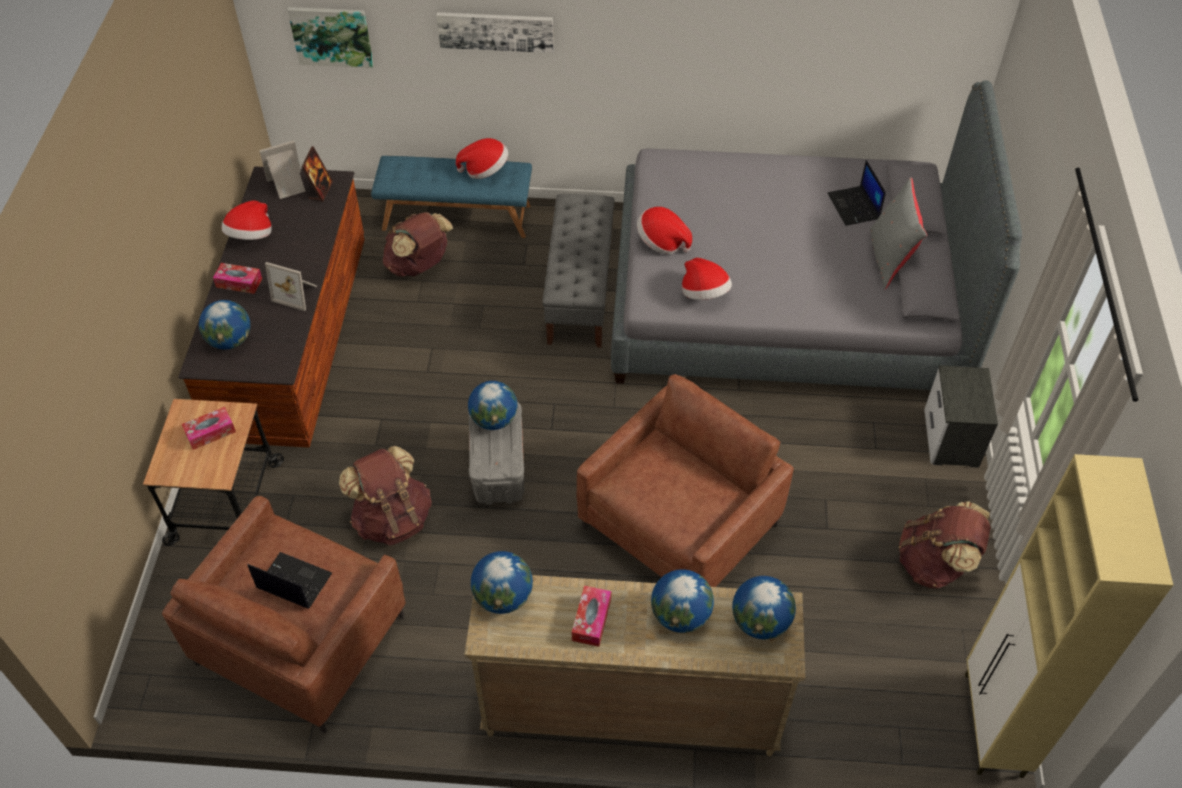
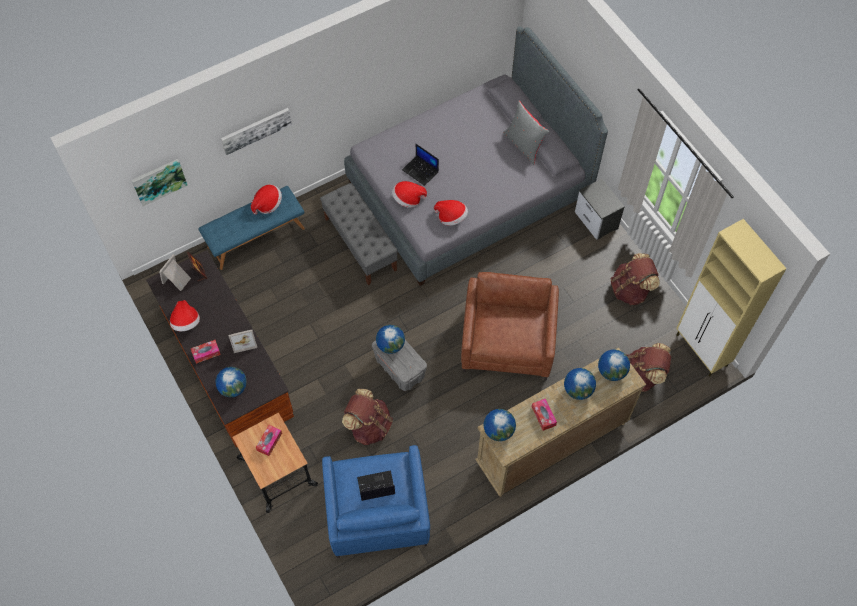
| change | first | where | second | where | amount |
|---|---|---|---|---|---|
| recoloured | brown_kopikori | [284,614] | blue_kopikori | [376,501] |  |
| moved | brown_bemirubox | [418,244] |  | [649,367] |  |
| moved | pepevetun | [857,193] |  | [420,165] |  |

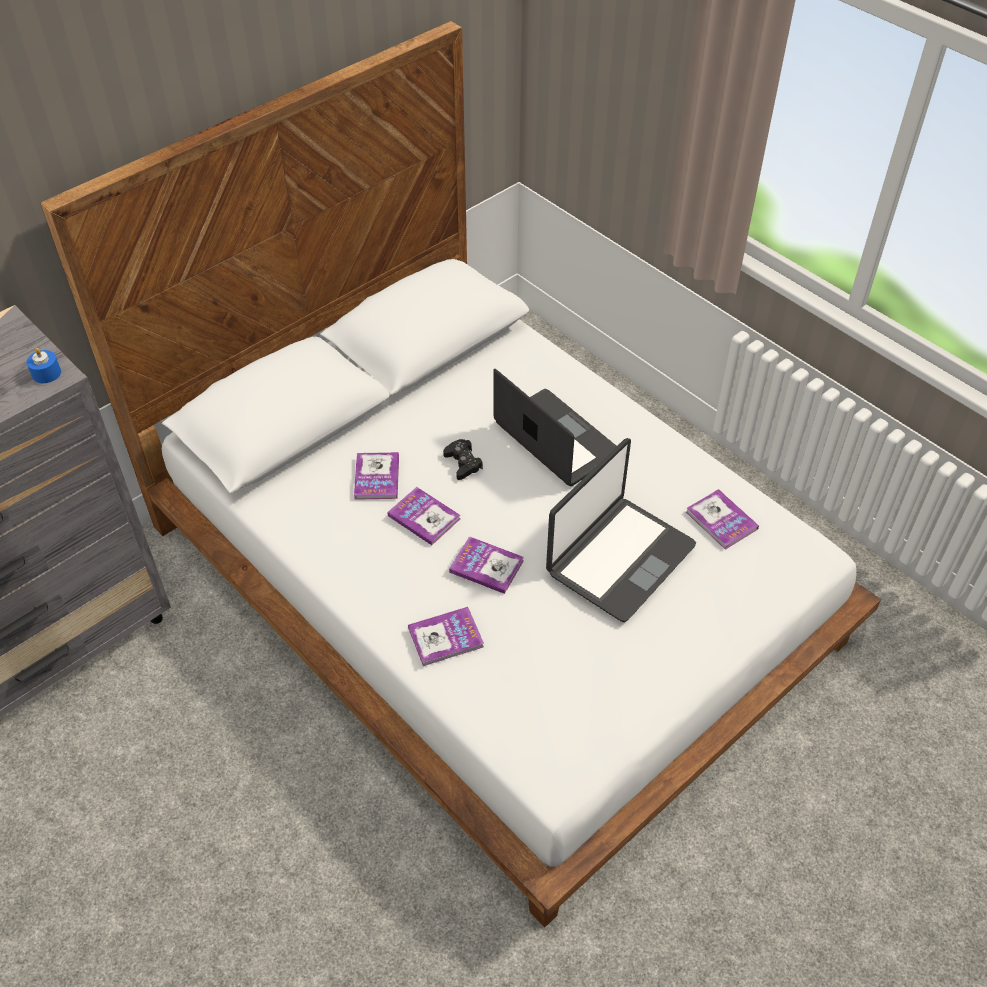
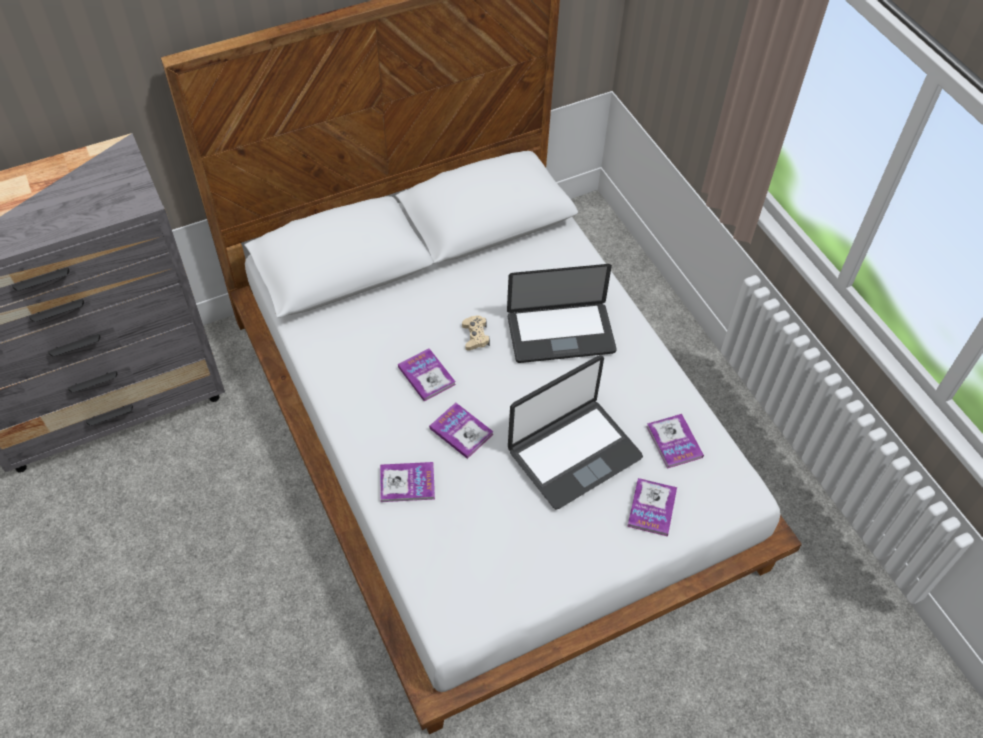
| change | first | where | second | where | amount |
|---|---|---|---|---|---|
| removed | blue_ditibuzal | [43,365] |  |  |  |
| moved | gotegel | [376,476] |  | [652,507] |  |
| recoloured | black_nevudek | [463,459] | beige_nevudek | [476,333] |  |
| turned | pepevetun | [555,427] |  | [562,313] | 105 degrees clockwise |

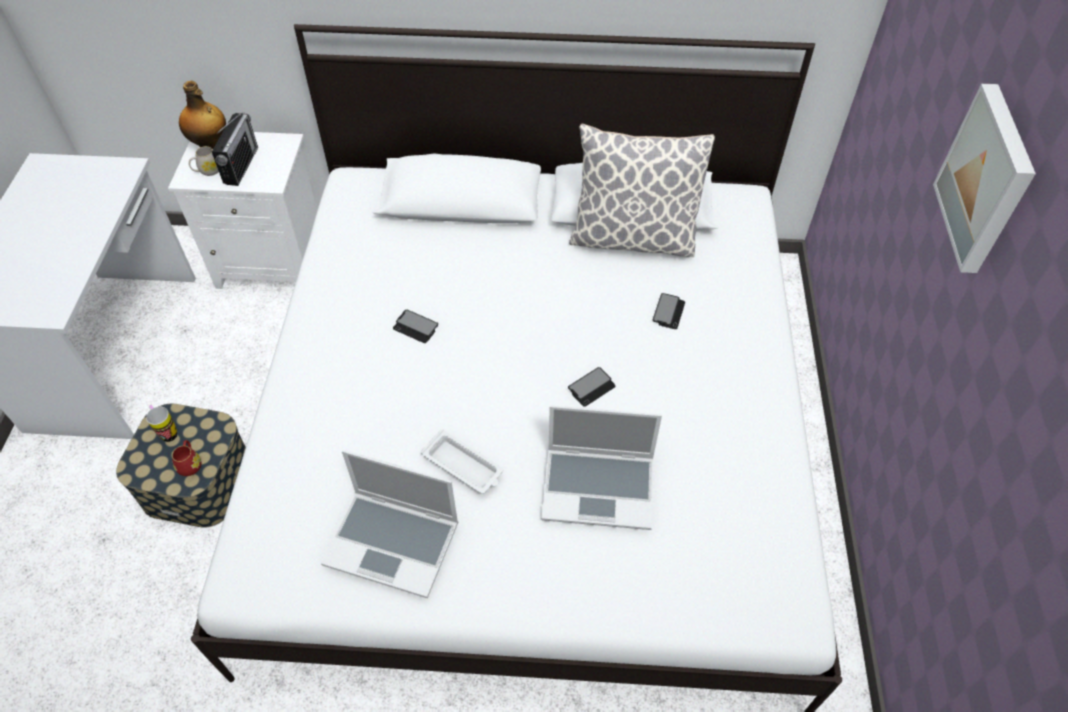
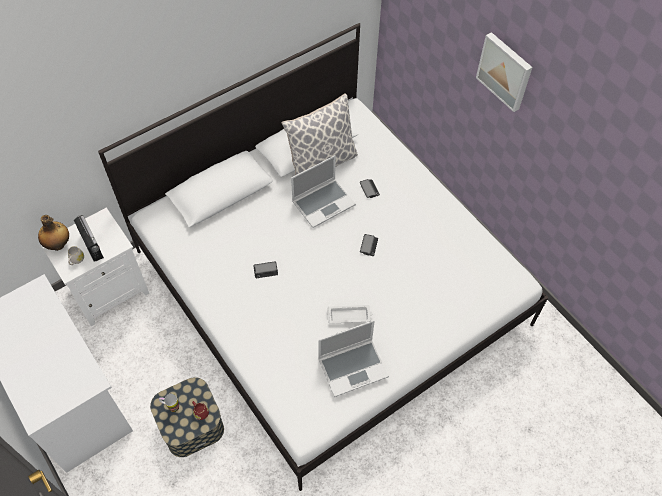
| change | first | where | second | where | amount |
|---|---|---|---|---|---|
| moved | pepevetun | [601,467] |  | [323,191] |  |

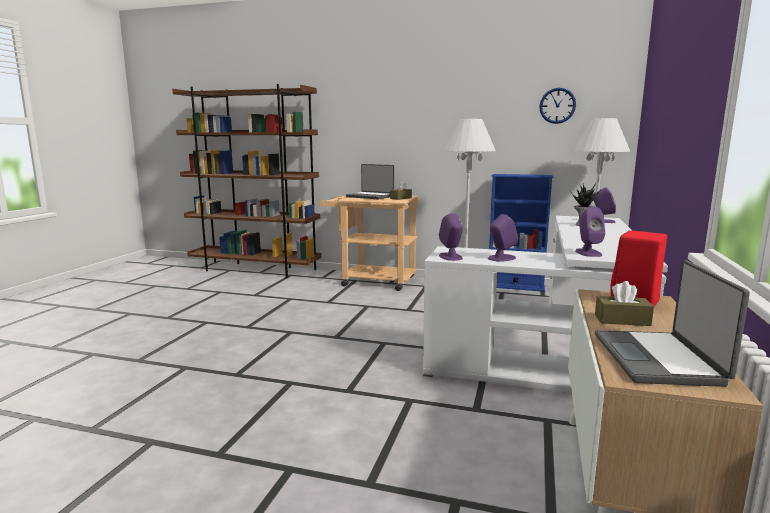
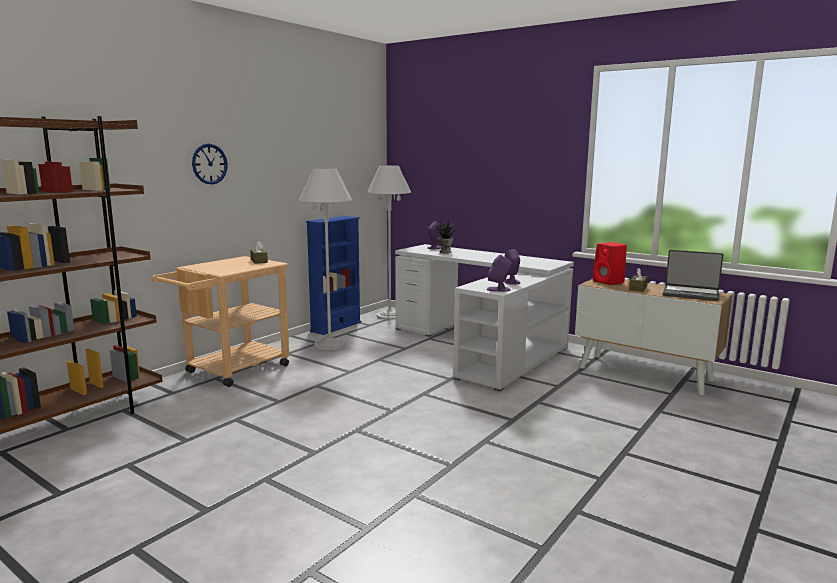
| change | first | where | second | where | amount |
|---|---|---|---|---|---|
| removed | pepevetun | [370,182] |  |  |  |
| moved | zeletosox | [557,106] |  | [210,164] |  |
| removed | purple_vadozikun | [590,231] |  |  |  |

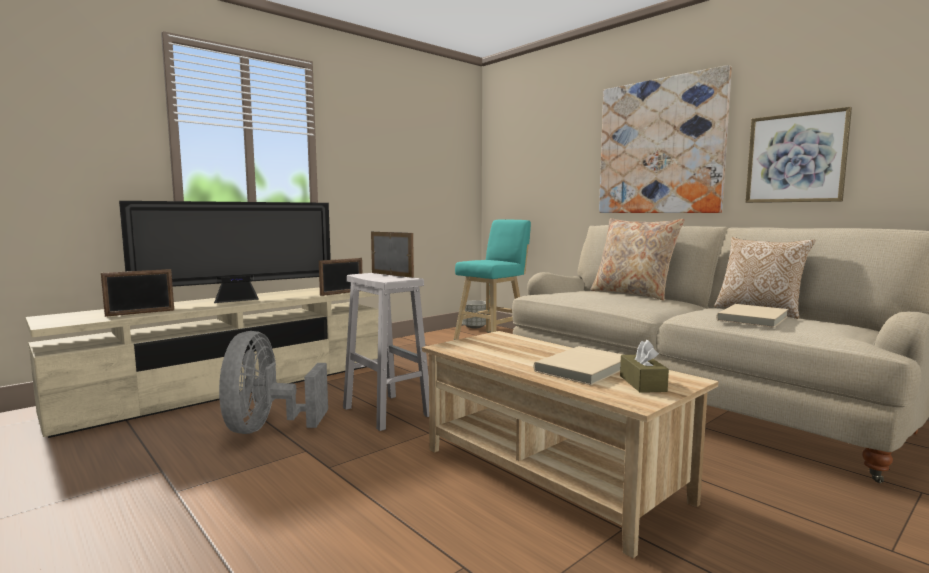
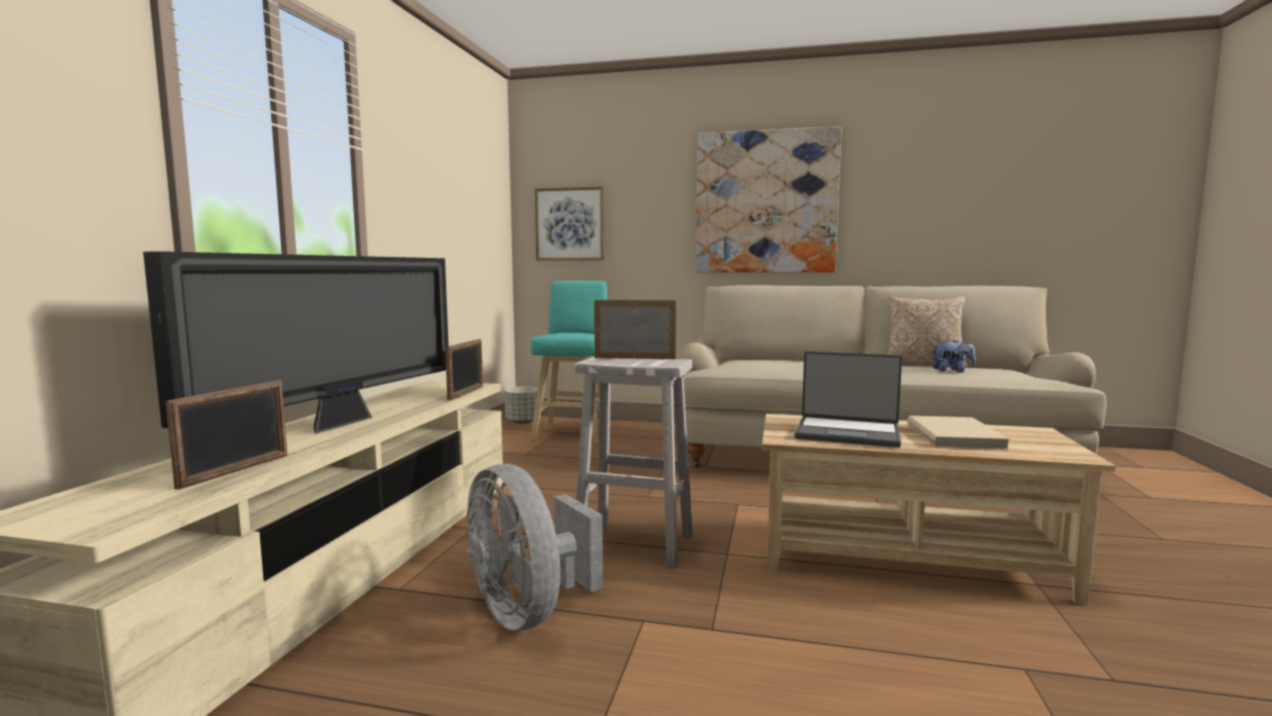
| change | first | where | second | where | amount |
|---|---|---|---|---|---|
| removed | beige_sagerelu | [637,259] |  |  |  |
| removed | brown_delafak | [644,366] |  |  |  |
| replaced | beige_gotegel | [752,316] | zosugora | [954,356] |  |
| moved | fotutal | [798,155] |  | [569,223] |  |
| added |  |  | pepevetun | [848,399] |  |

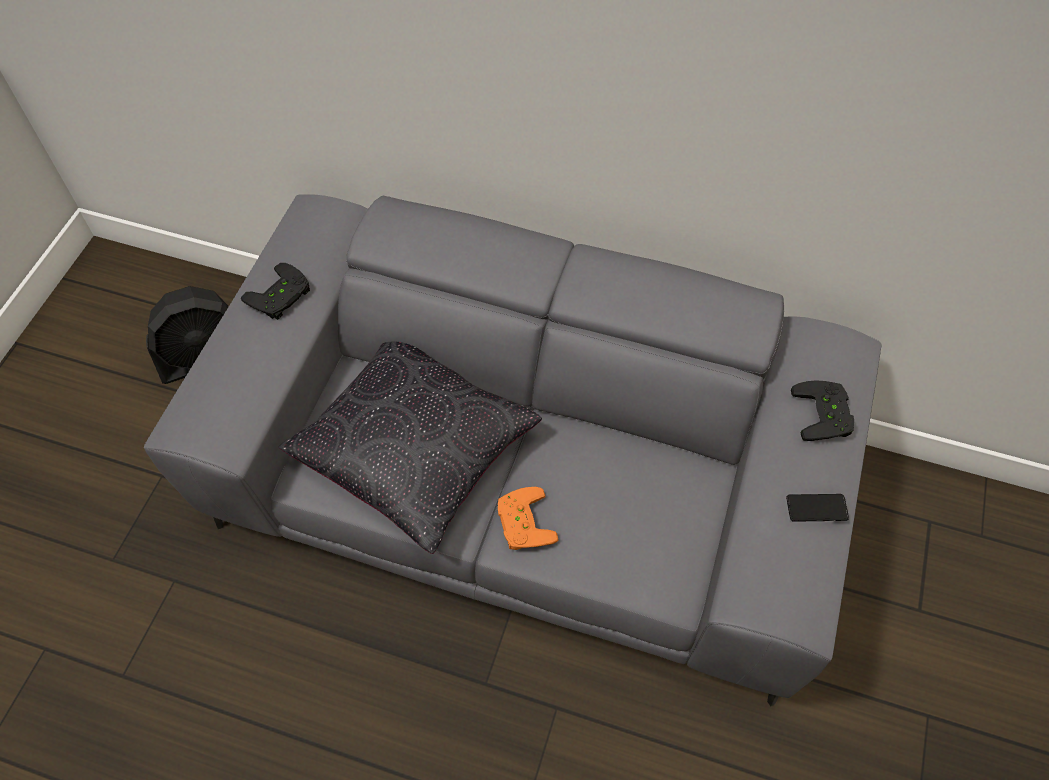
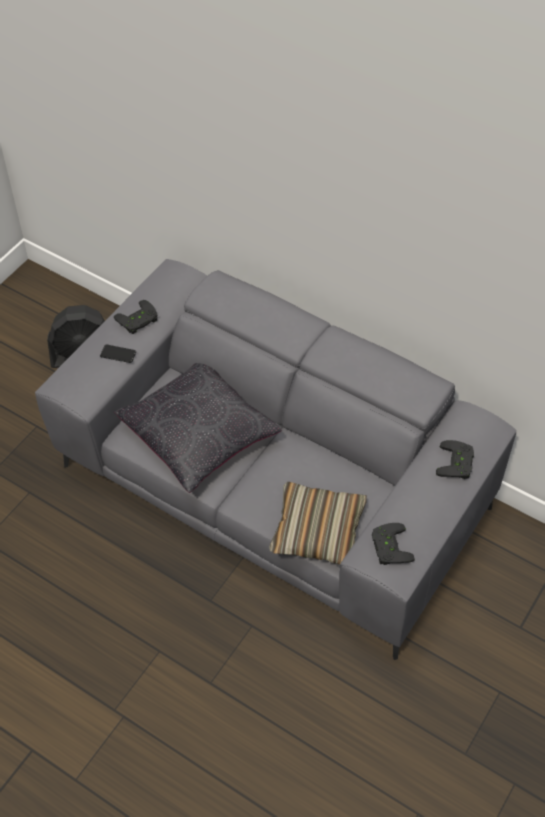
| change | first | where | second | where | amount |
|---|---|---|---|---|---|
| removed | orange_nevudek | [528,518] |  |  |  |
| moved | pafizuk | [817,508] |  | [118,353] |  |
| added |  |  | sagerelu | [318,523] |  |
| added |  |  | black_nevudek | [393,544] |  |

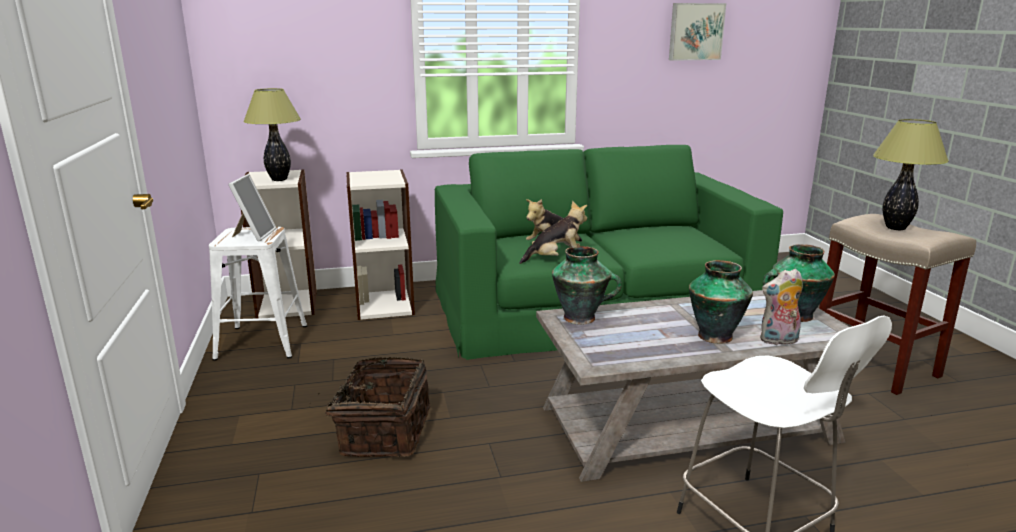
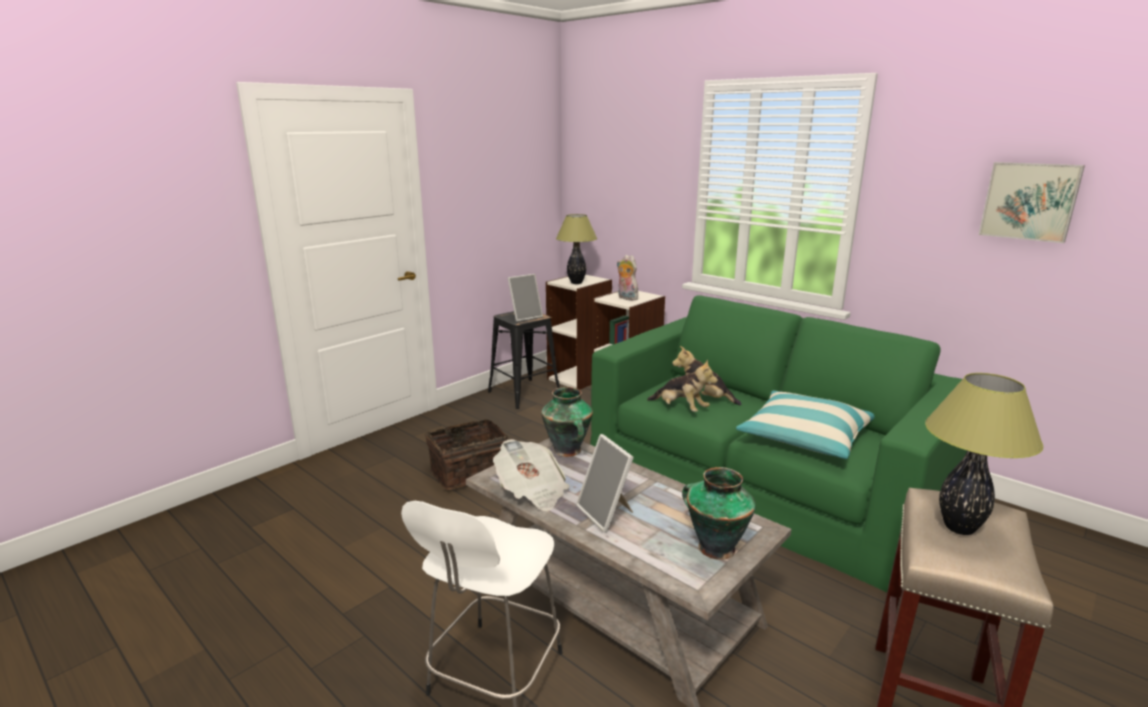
| change | first | where | second | where | amount |
|---|---|---|---|---|---|
| recoloured | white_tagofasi | [258,294] | black_tagofasi | [524,360] |  |
| replaced | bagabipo | [721,302] | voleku | [605,483] |  |
| moved | zosugora | [781,306] |  | [627,277] |  |
| added |  |  | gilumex | [531,475] |  |
| added |  |  | sagerelu | [805,424] |  |

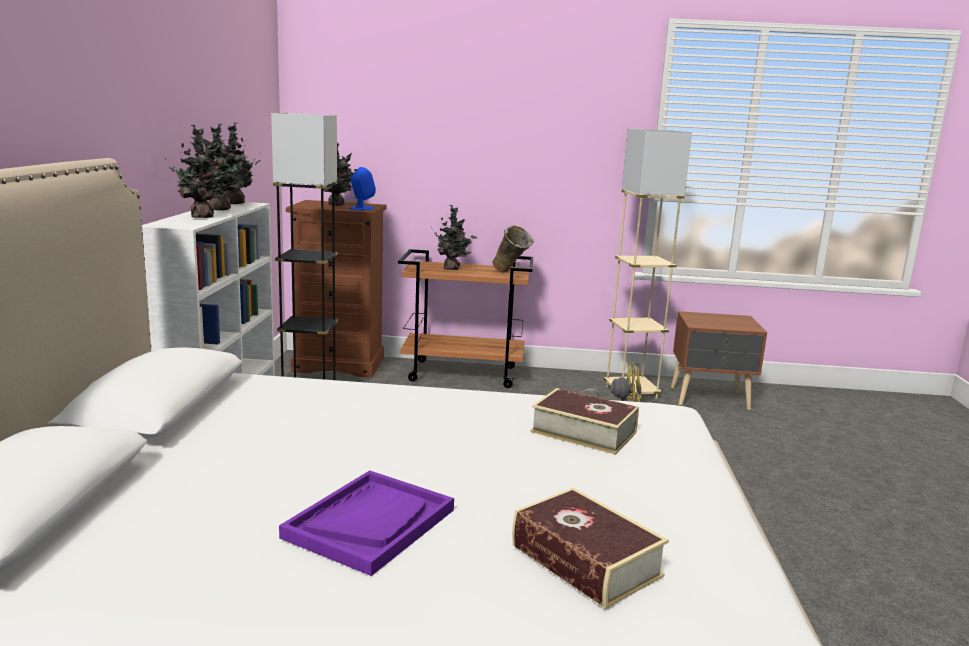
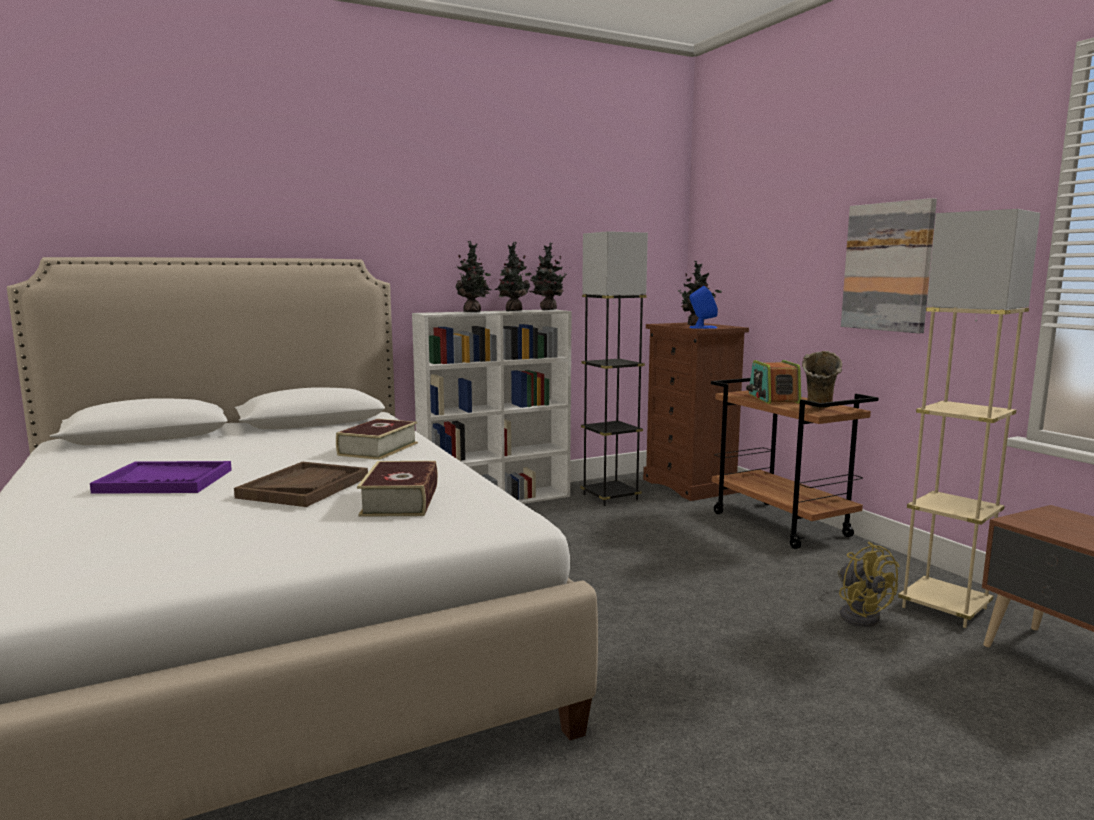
| change | first | where | second | where | amount |
|---|---|---|---|---|---|
| replaced | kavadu | [454,237] | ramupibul | [773,382] |  |
| moved | gotegel | [590,548] |  | [377,439] |  |
| added |  |  | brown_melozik | [301,484] |  |
| added |  |  | fotutal | [889,265] |  |

